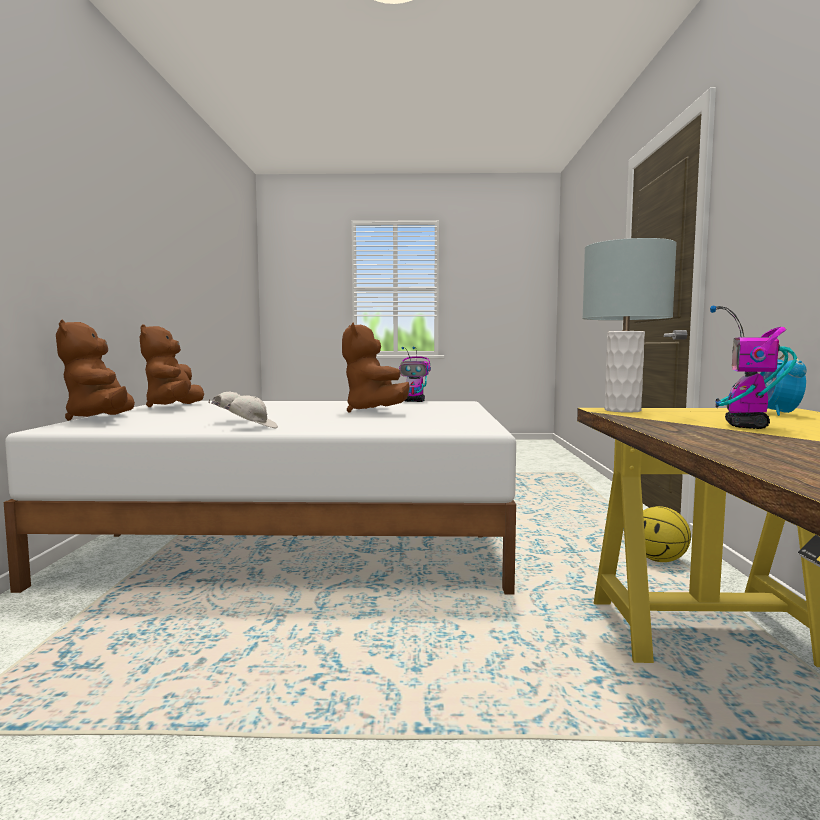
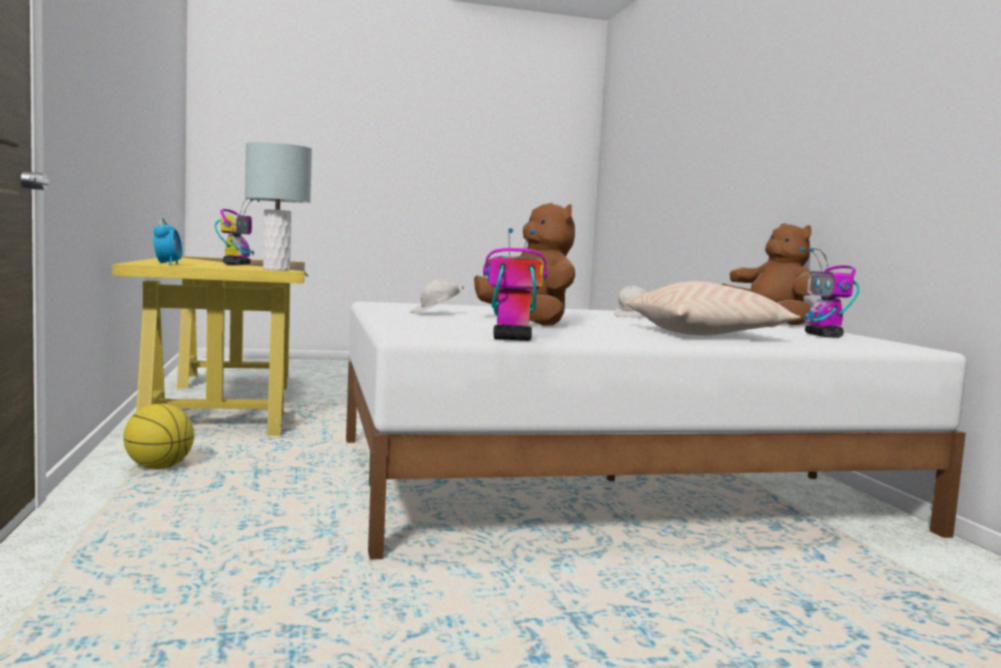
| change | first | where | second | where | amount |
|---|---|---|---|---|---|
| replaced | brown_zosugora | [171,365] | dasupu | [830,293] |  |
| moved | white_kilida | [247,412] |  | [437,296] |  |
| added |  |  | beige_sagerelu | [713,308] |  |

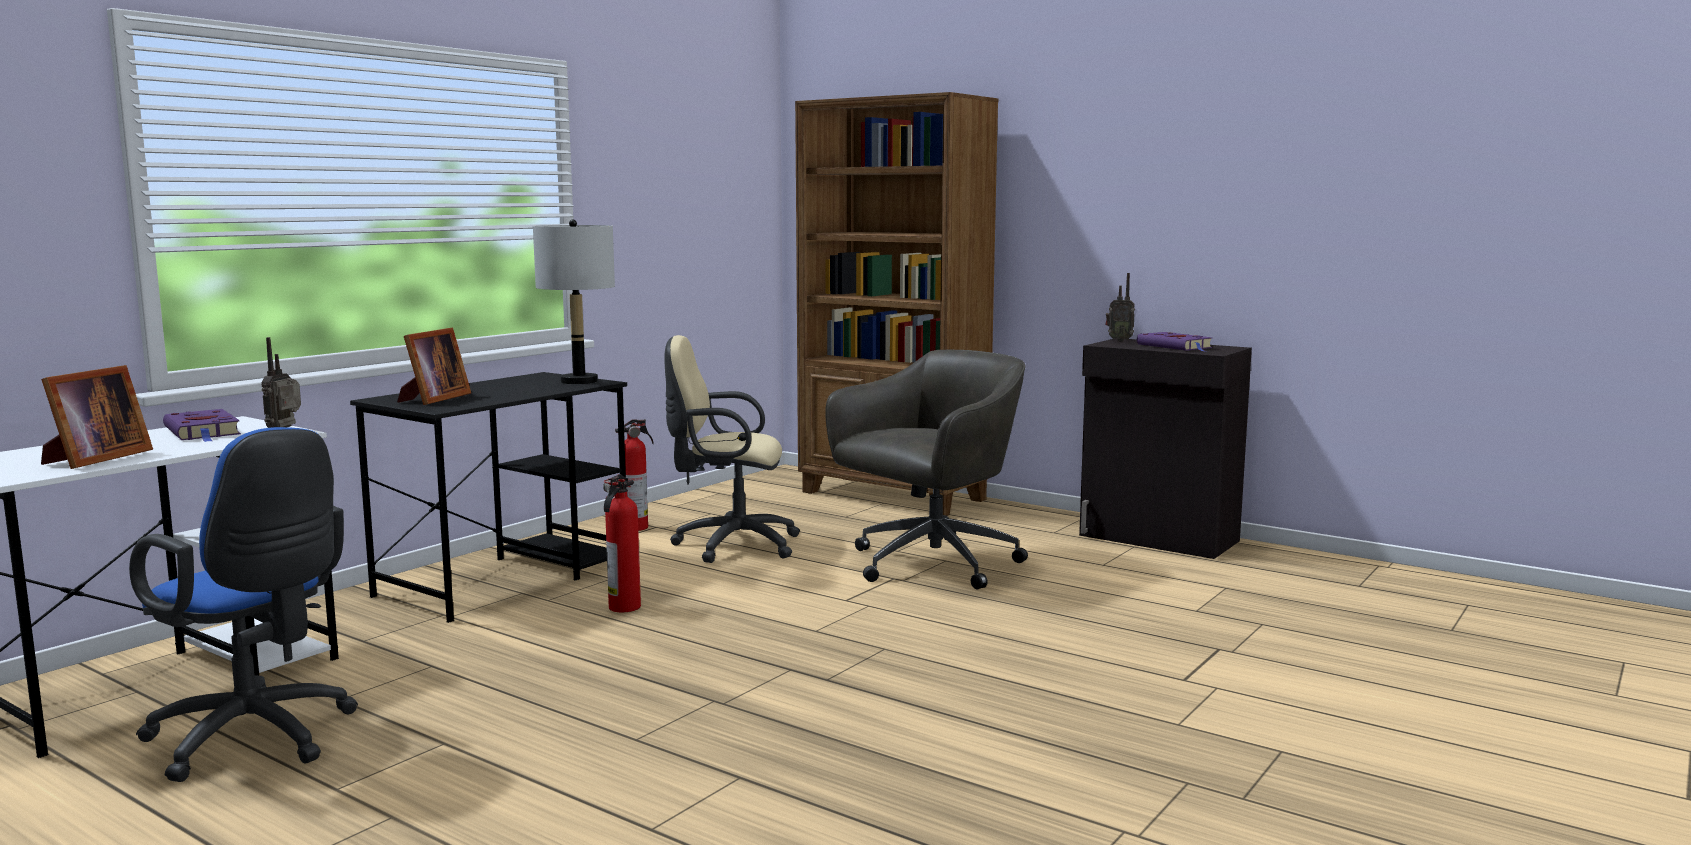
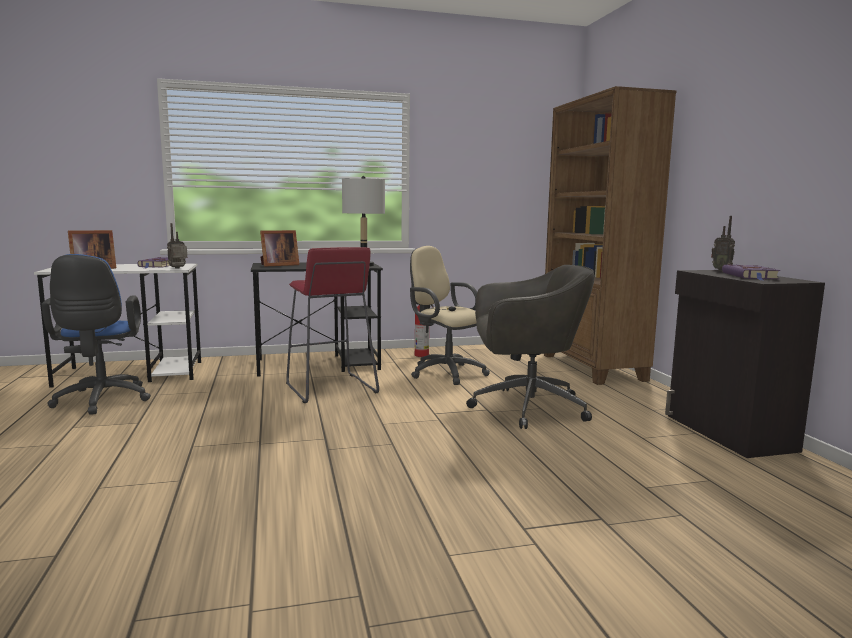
| change | first | where | second | where | amount |
|---|---|---|---|---|---|
| replaced | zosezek | [622,543] | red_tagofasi | [332,325] |  |

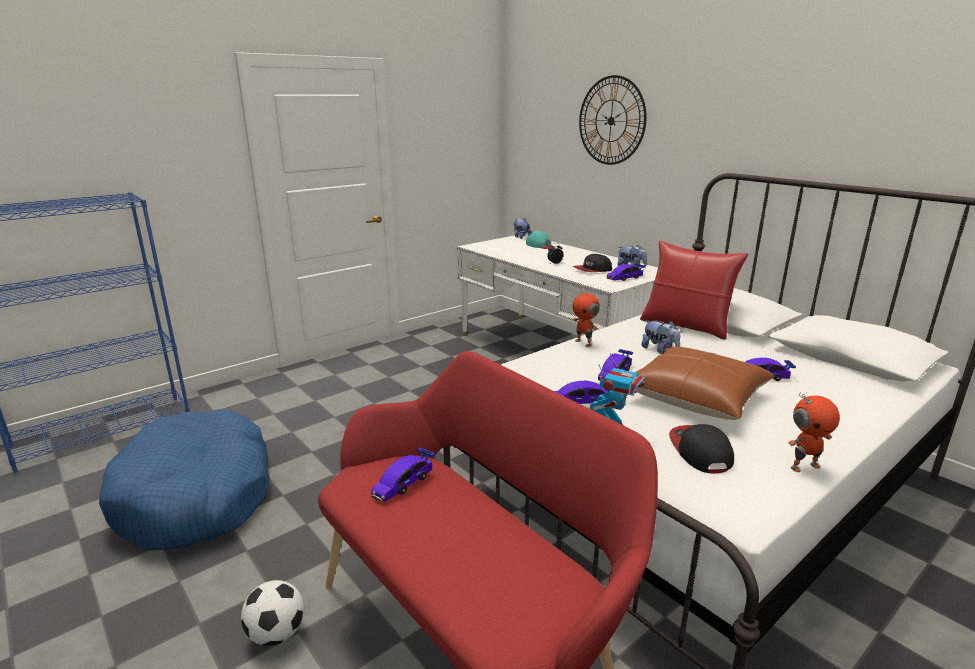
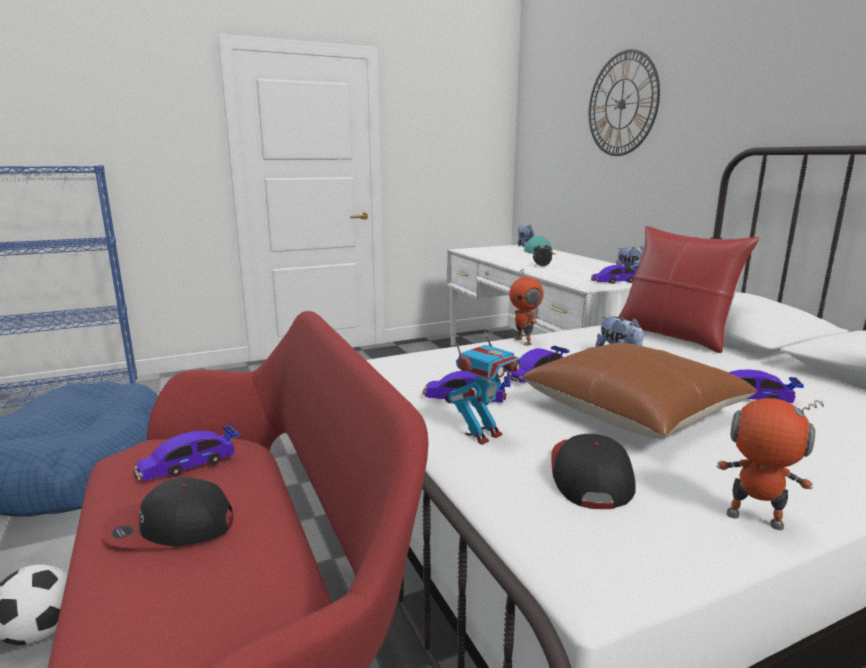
| change | first | where | second | where | amount |
|---|---|---|---|---|---|
| moved | kilida | [592,263] |  | [168,512] |  |
| turned | dasupu | [814,432] |  | [770,464] | 150 degrees counterclockwise |

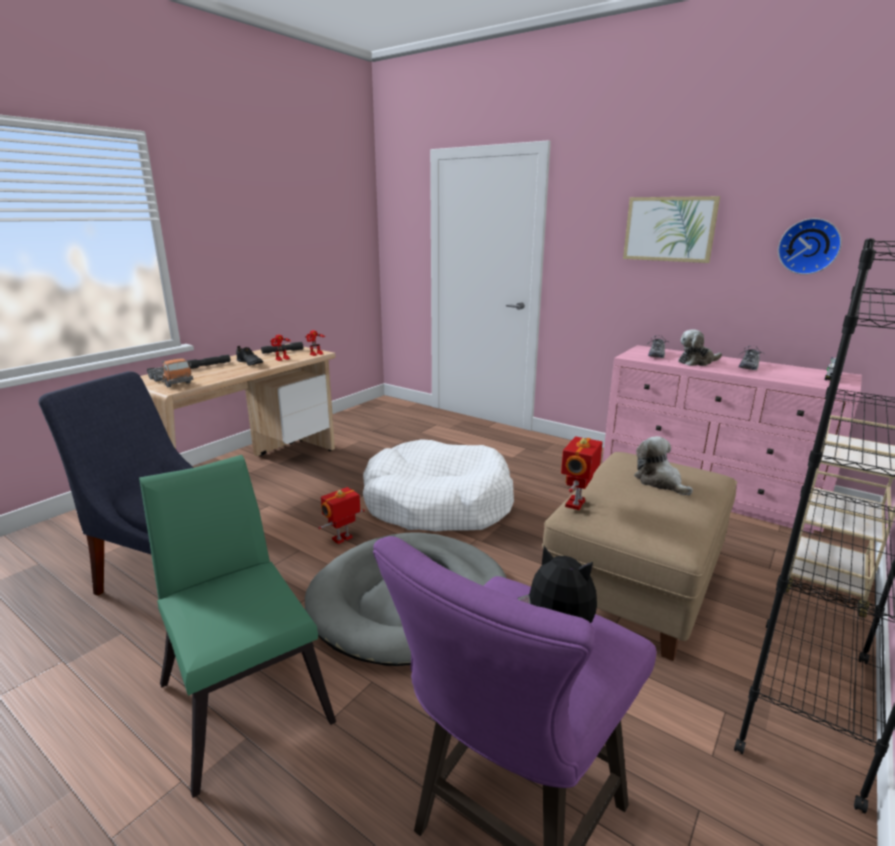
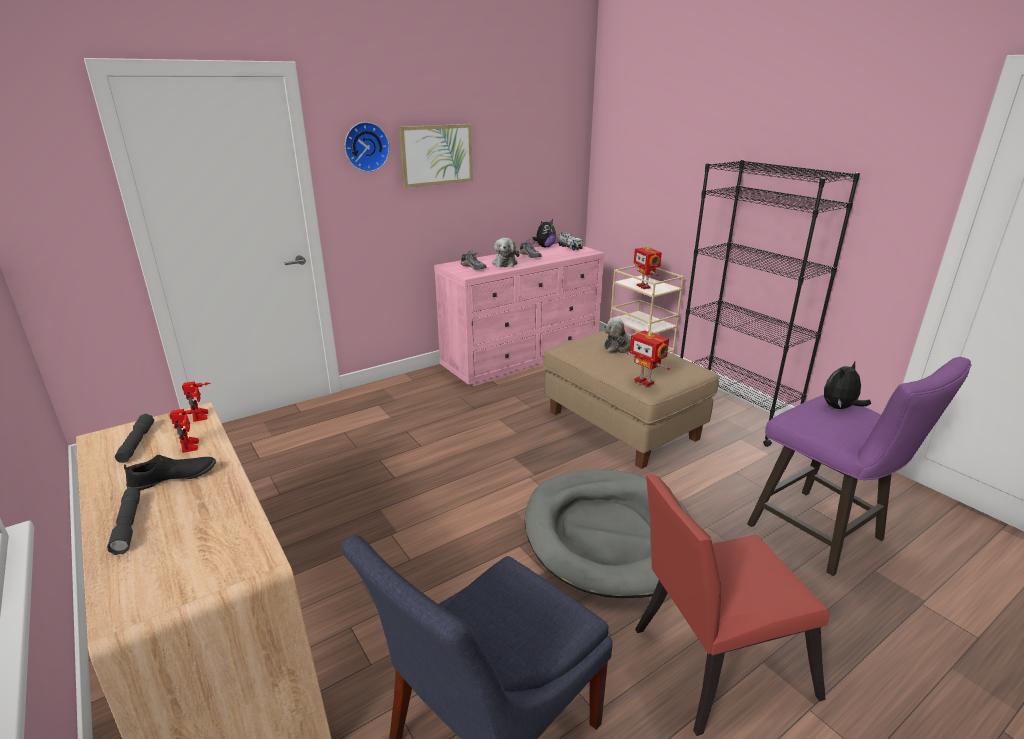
| change | first | where | second | where | amount |
|---|---|---|---|---|---|
| recoloured | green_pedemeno | [237,626] | red_pedemeno | [732,605] |  |
| removed | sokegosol | [170,372] |  |  |  |
| moved | dasupu | [341,515] |  | [648,267] |  |
| removed | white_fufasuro | [438,485] |  |  |  |
| moved | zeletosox | [810,246] |  | [367,147] |  |
| added |  |  | zosugora | [544,233] |  |

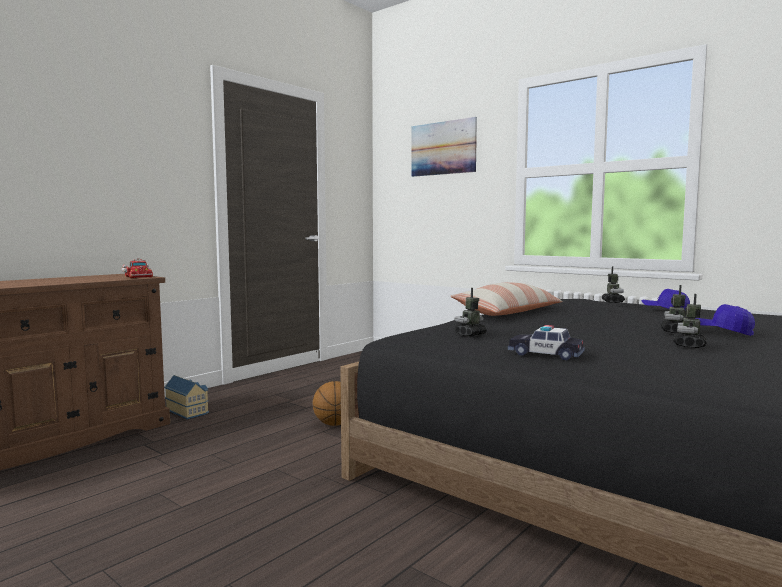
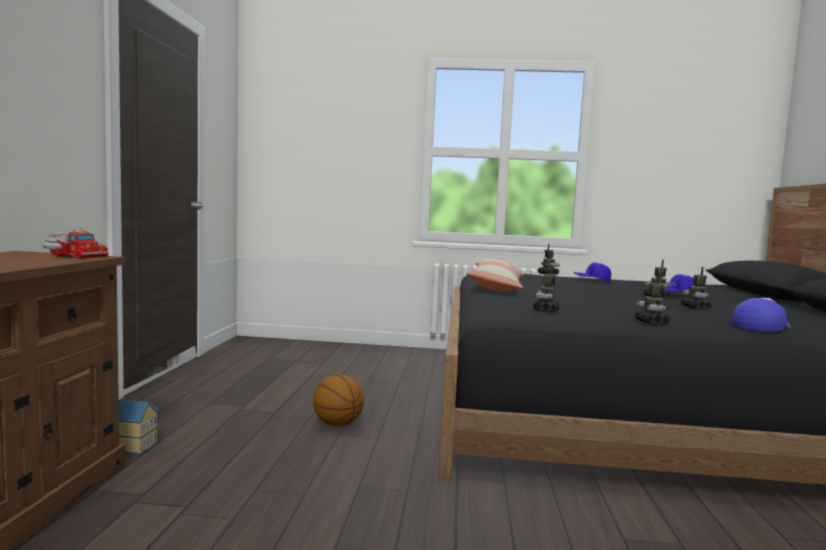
| change | first | where | second | where | amount |
|---|---|---|---|---|---|
| removed | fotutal | [444,147] |  |  |  |
| replaced | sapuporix | [546,342] | dasupu | [652,299] |  |
| added |  |  | kilida | [761,315] |  |

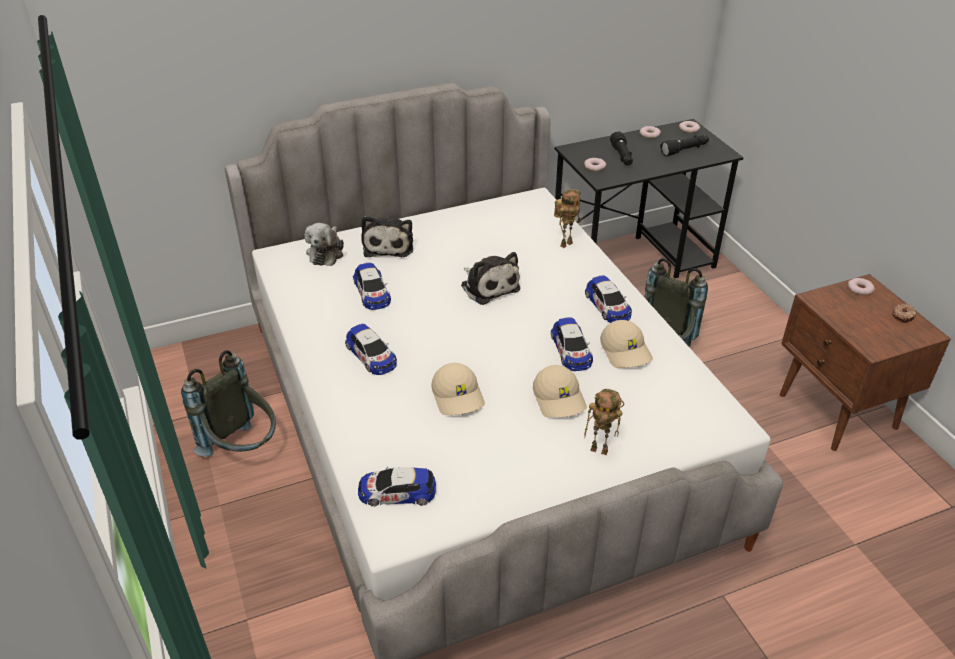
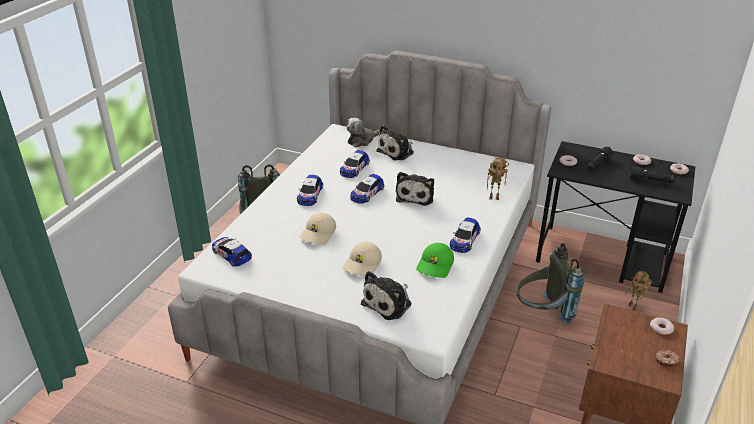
| change | first | where | second | where | amount |
|---|---|---|---|---|---|
| moved | sapuporix | [572,344] |  | [367,189] |  |
| moved | dasupu | [604,422] |  | [638,291] |  |
| recoloured | beige_kilida | [626,344] | green_kilida | [435,260] |  |
| added |  |  | zosugora | [386,295] |  |

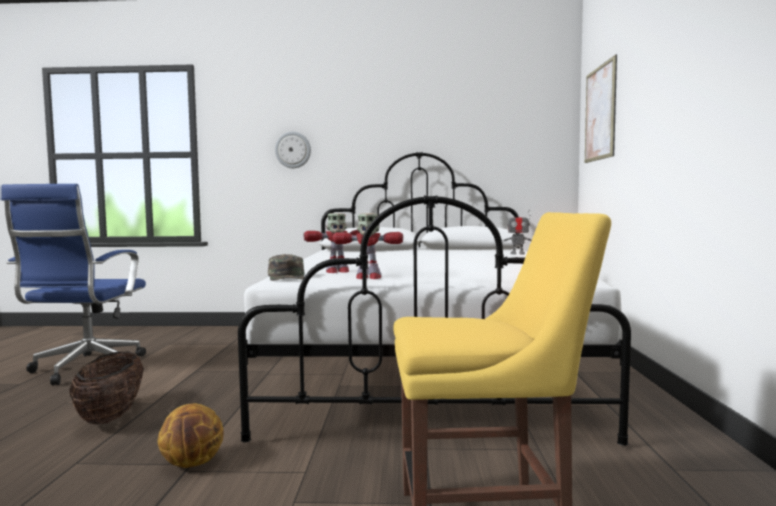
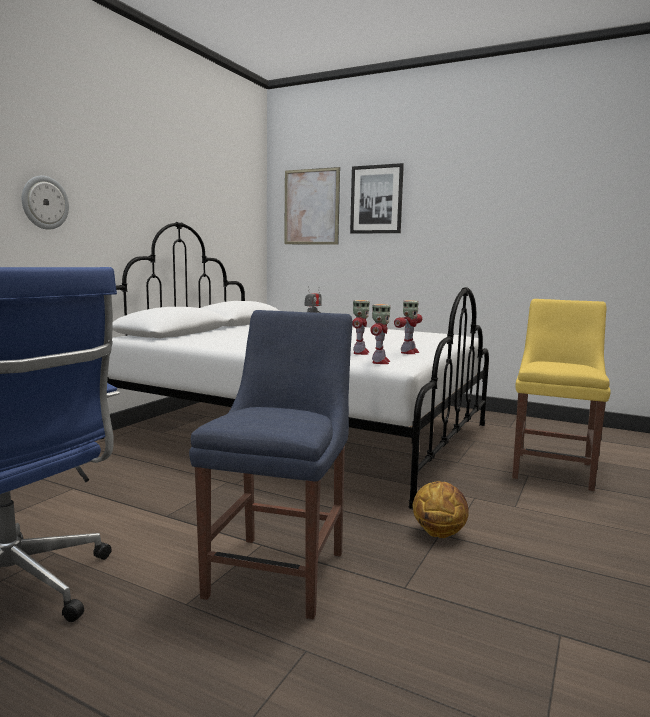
| change | first | where | second | where | amount |
|---|---|---|---|---|---|
| replaced | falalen | [107,388] | blue_pedemeno | [271,465] |  |
| replaced | green_kilida | [286,267] | dasupu | [380,334] |  |
| added |  |  | fotutal | [377,198] |  |

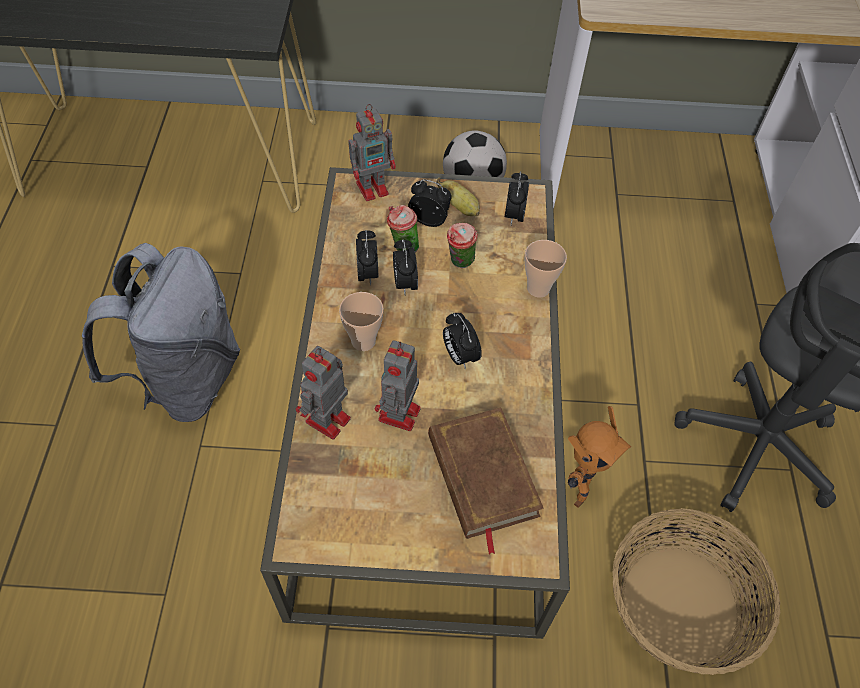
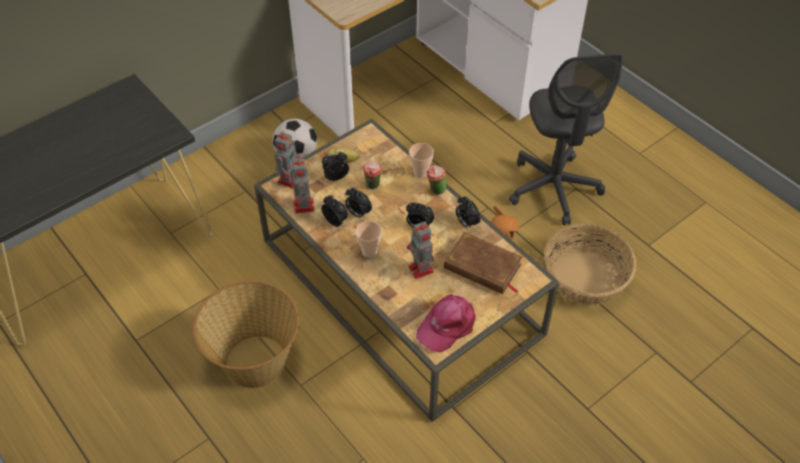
| change | first | where | second | where | amount |
|---|---|---|---|---|---|
| replaced | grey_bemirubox | [161,332] | falalen | [245,334] |  |
| moved | dasupu | [323,393] |  | [303,186] |  |
| moved | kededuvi | [403,228] |  | [436,180] |  |
| moved | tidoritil | [517,198] |  | [468,213] |  |
| added |  |  | pink_kilida | [446,323] |  |

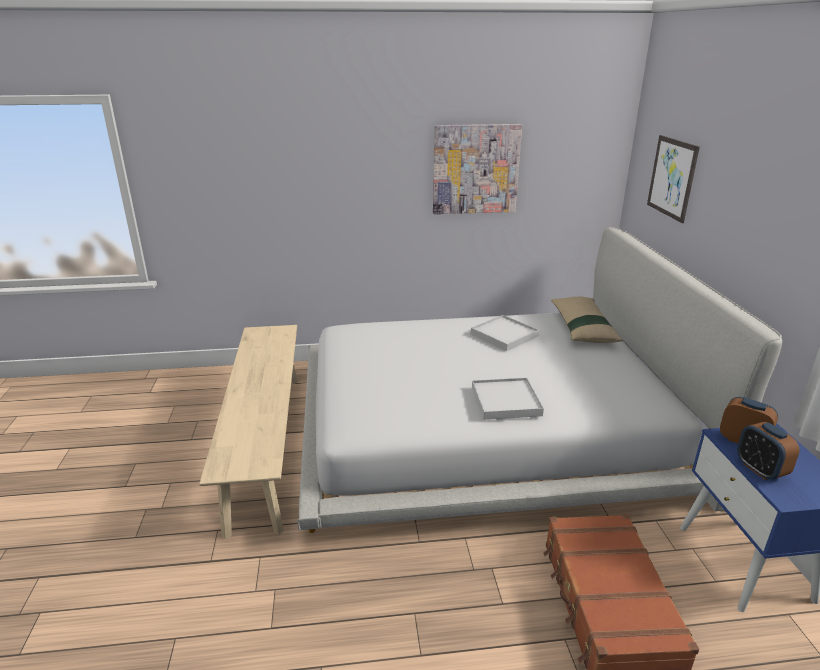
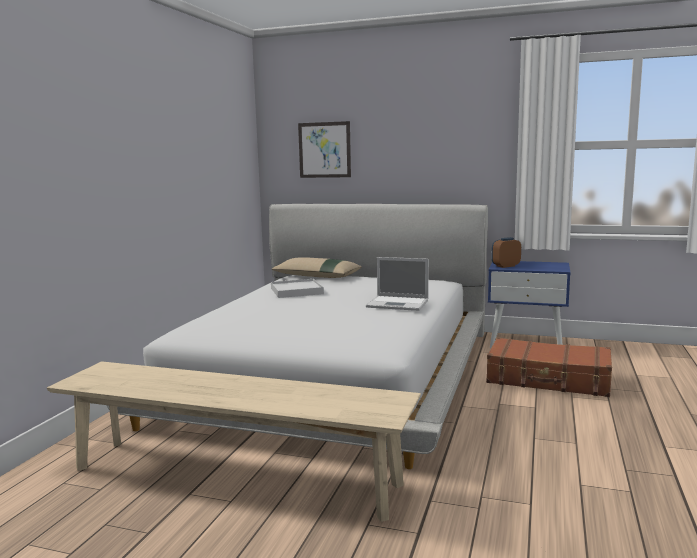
| change | first | where | second | where | amount |
|---|---|---|---|---|---|
| removed | fotutal | [477,169] |  |  |  |
| replaced | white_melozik | [508,399] | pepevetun | [397,284] |  |
| removed | tidoritil | [768,451] |  |  |  |

